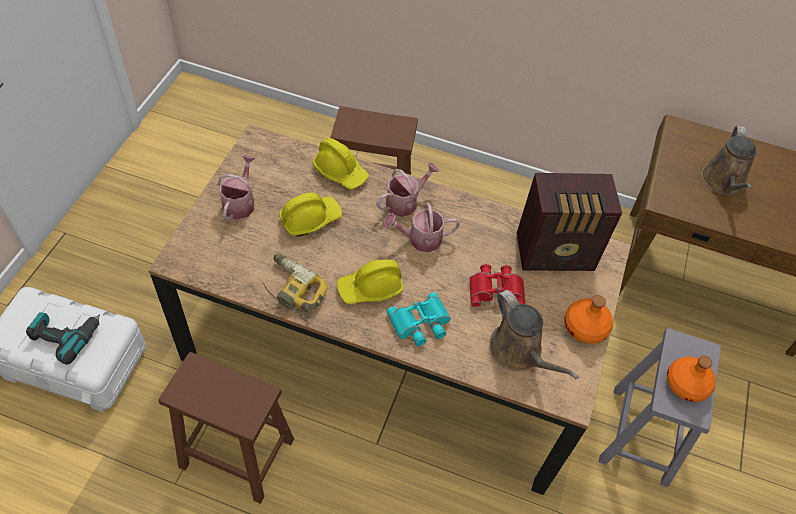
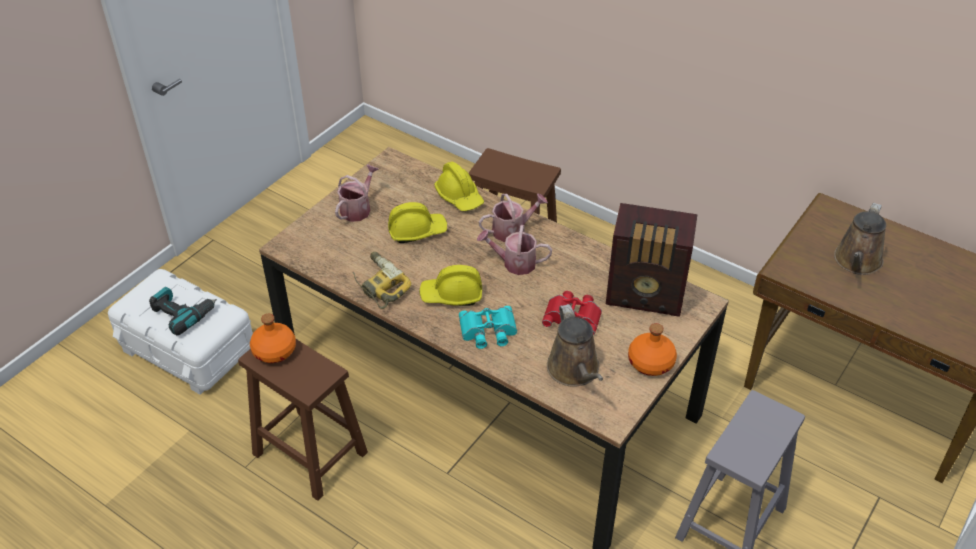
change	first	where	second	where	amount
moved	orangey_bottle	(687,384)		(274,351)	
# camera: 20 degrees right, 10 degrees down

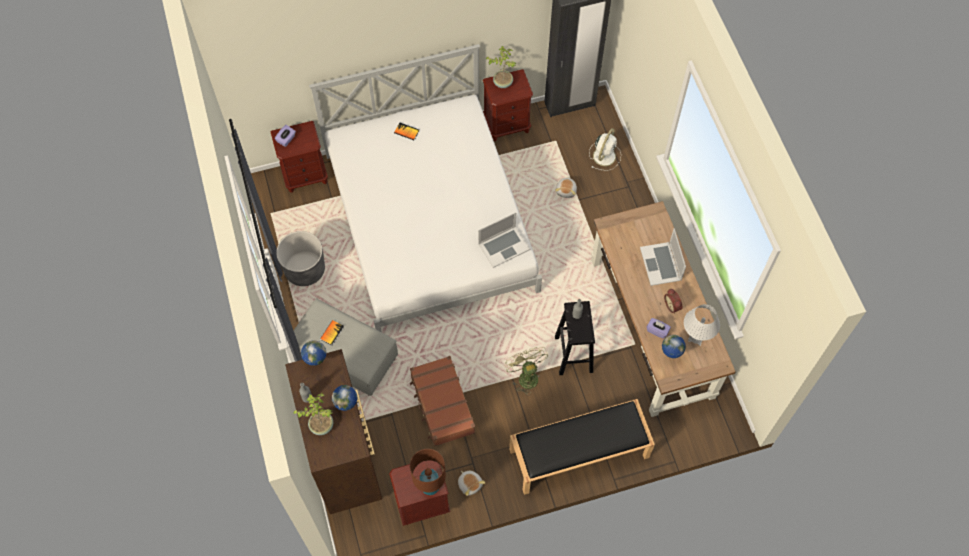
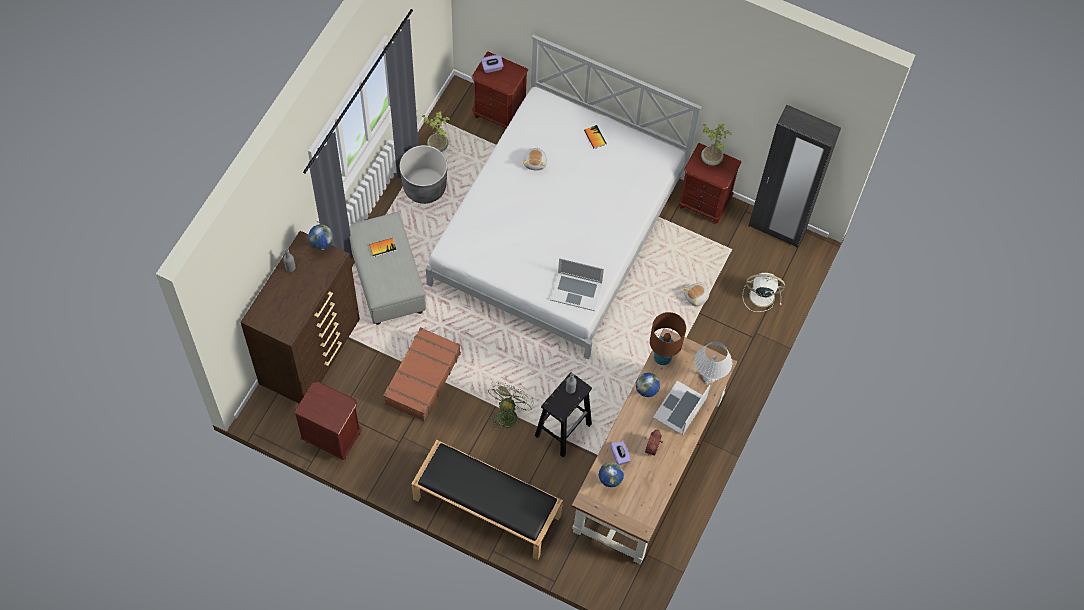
change	first	where	second	where	amount
moved	plant_in_a_pot	(321,425)		(438,146)	
moved	cuddly_toy	(470,484)		(535,162)	
moved	desk_globe	(347,406)		(646,394)	
moved	brown-coloured_table_lamp	(430,487)		(662,358)	
moved	white_table_lamp	(696,337)		(709,376)	
turned	white_cooling_fan	(604,155)		(760,295)	150 degrees counterclockwise
# camera: 40 degrees right, 0 degrees up

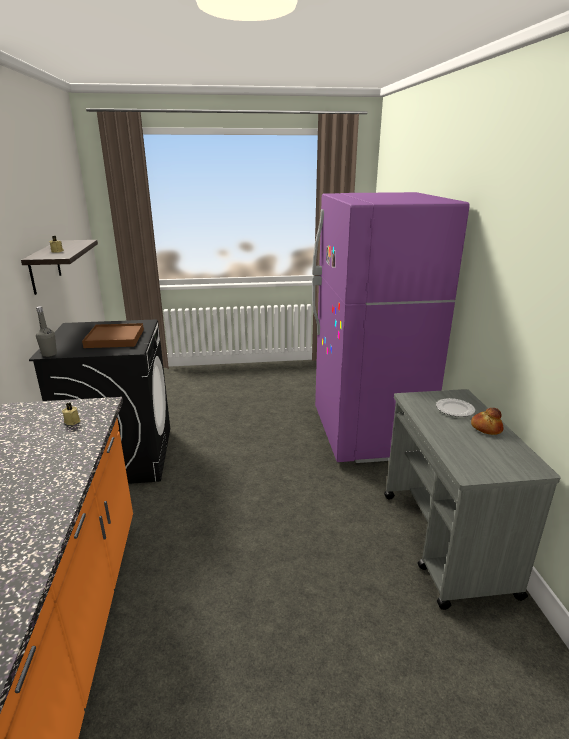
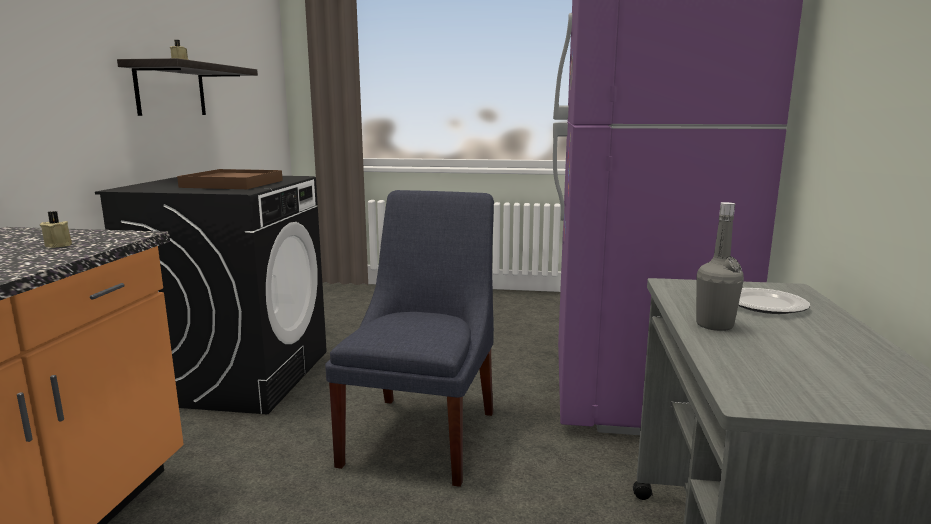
change	first	where	second	where	amount
added			blue_plain_chair	(424,433)	
moved	greyish_bottle	(49,354)		(714,325)	
removed	bread	(486,428)			
# camera: 15 degrees right, 10 degrees down

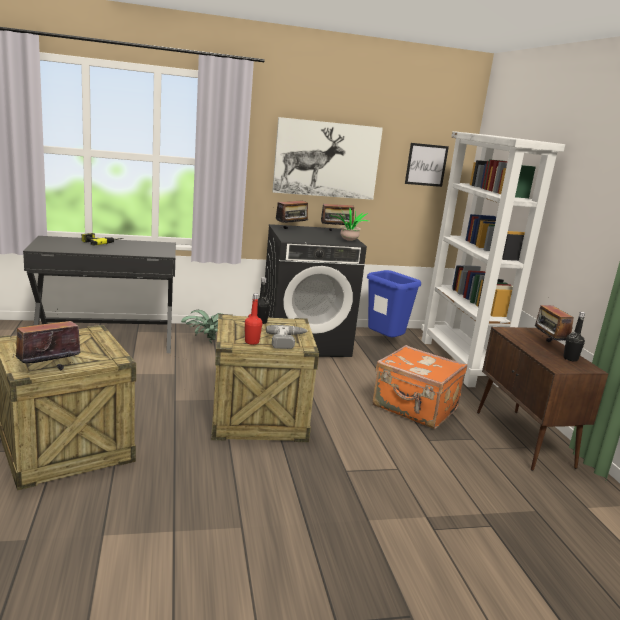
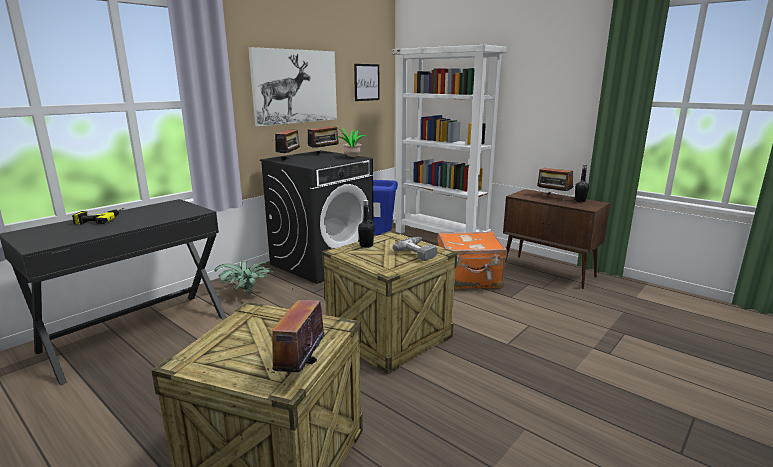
change	first	where	second	where	amount
removed	reddish_bottle	(252,342)			
# camera: 35 degrees left, 0 degrees up

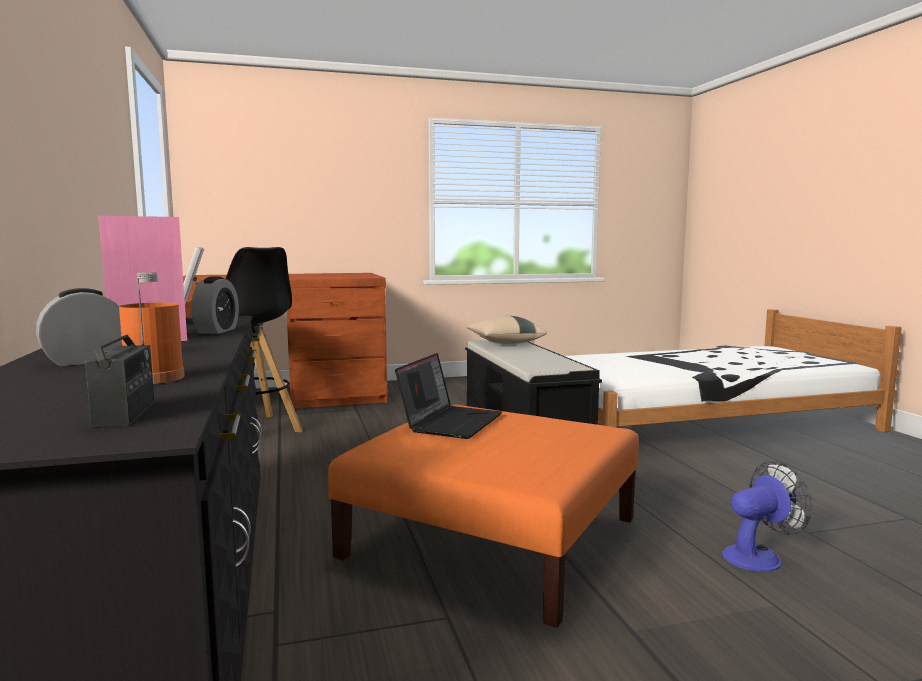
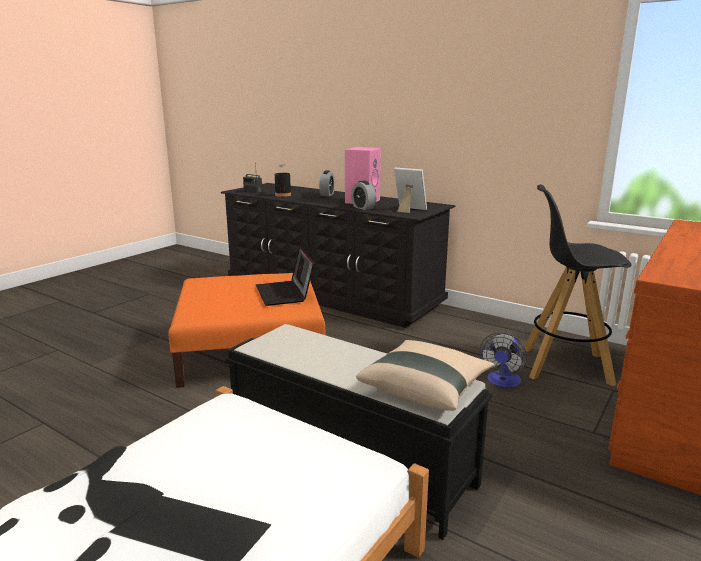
change	first	where	second	where	amount
recoloured	orangey_bottle	(154,378)	blackish_bottle	(283,195)	
moved	cooling_fan	(759,556)		(502,382)	
# camera: 140 degrees right, 10 degrees up

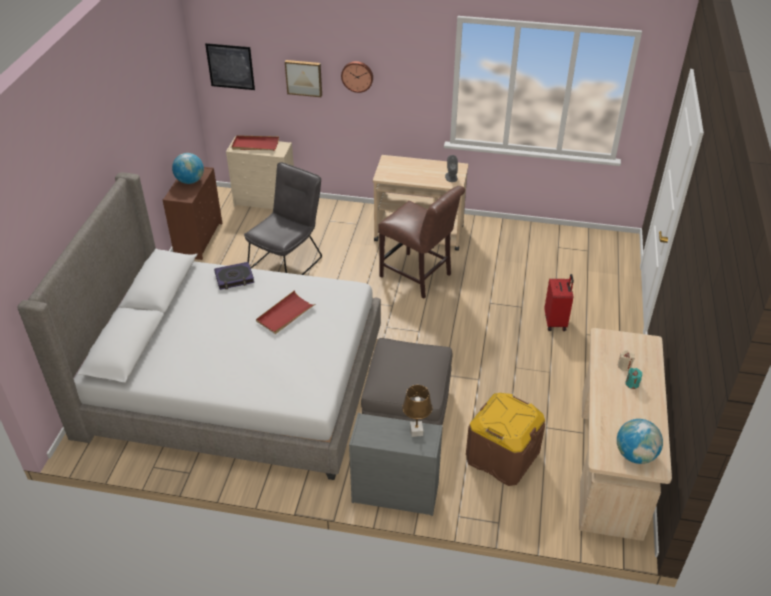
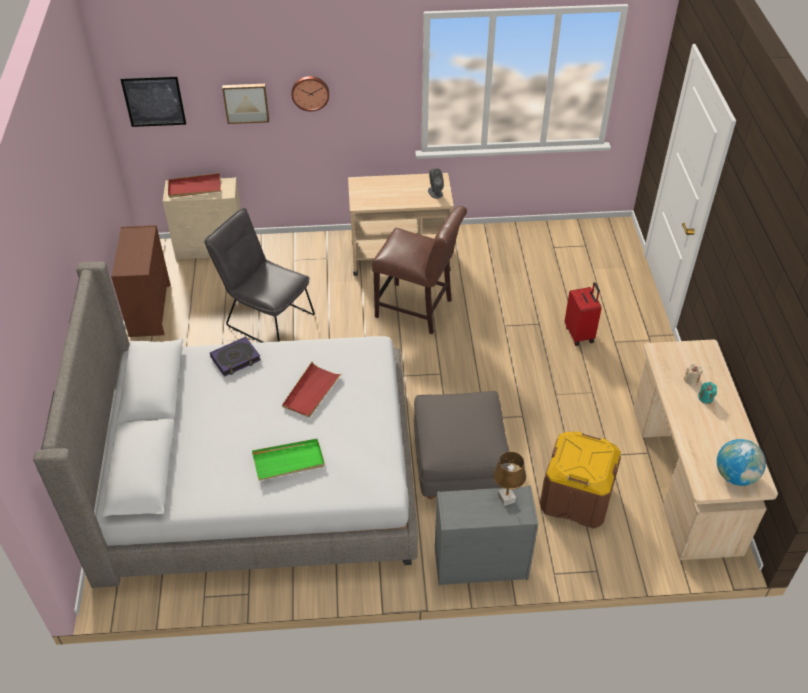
change	first	where	second	where	amount
turned	greyish_plain_chair	(288,261)		(265,318)	75 degrees counterclockwise
added			green_carrying_tray	(289,461)	
removed	desk_globe	(190,181)			
# camera: 15 degrees left, 5 degrees up

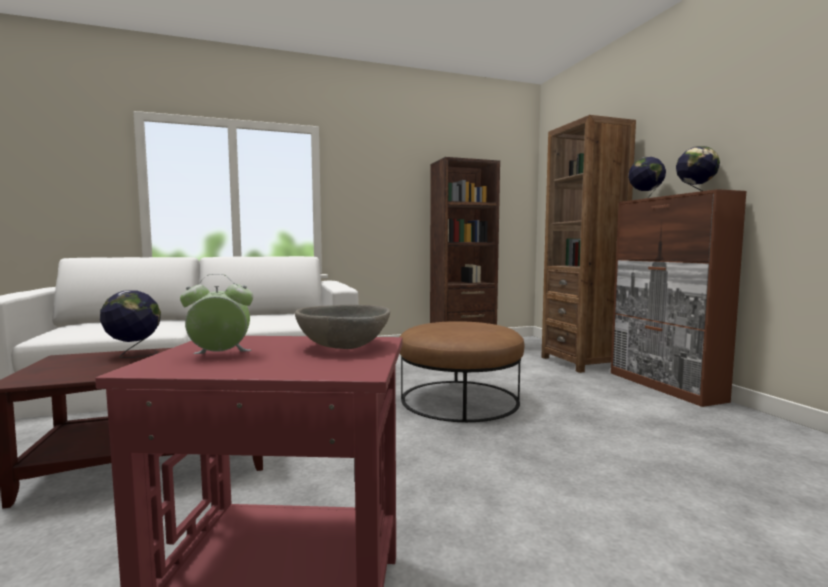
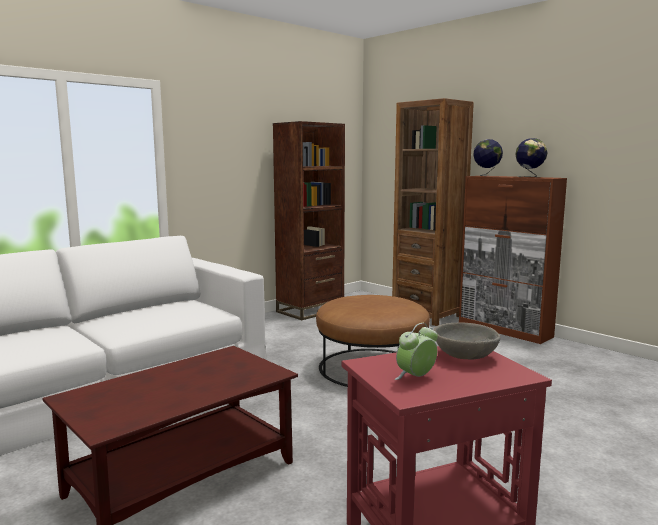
change	first	where	second	where	amount
removed	desk_globe	(133,355)			
# camera: 25 degrees left, 5 degrees up

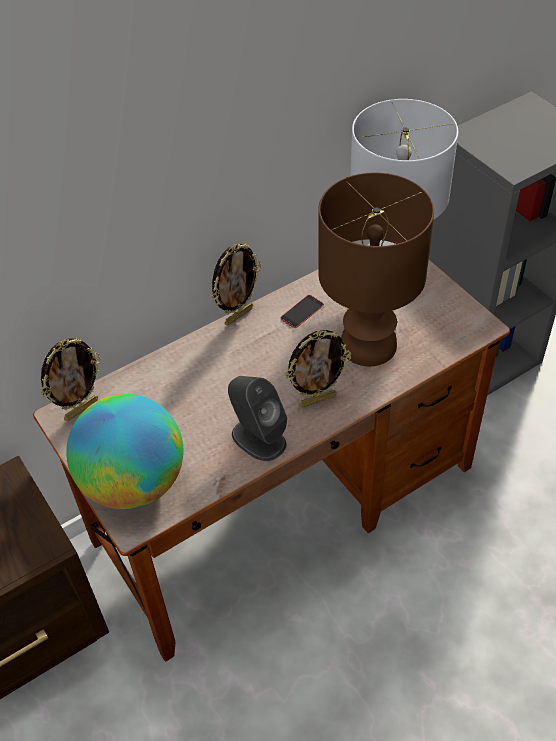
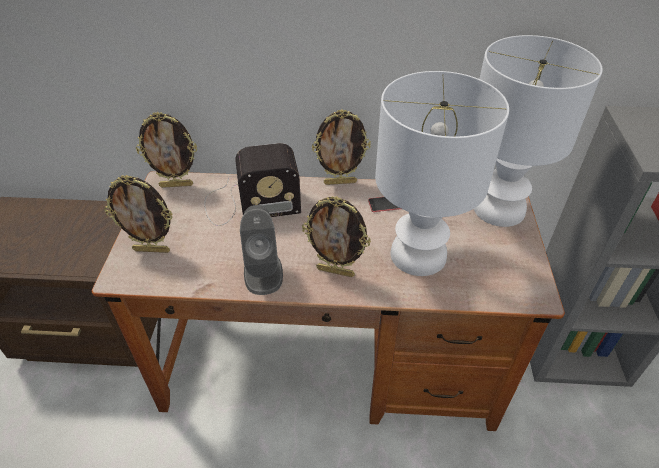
change	first	where	second	where	amount
replaced	desk_globe	(134,482)	picture_frame	(152,250)	
added			radio_receiver	(249,204)	
recoloured	brown-coloured_table_lamp	(367,344)	white_table_lamp	(417,254)	
# camera: 35 degrees right, 5 degrees down

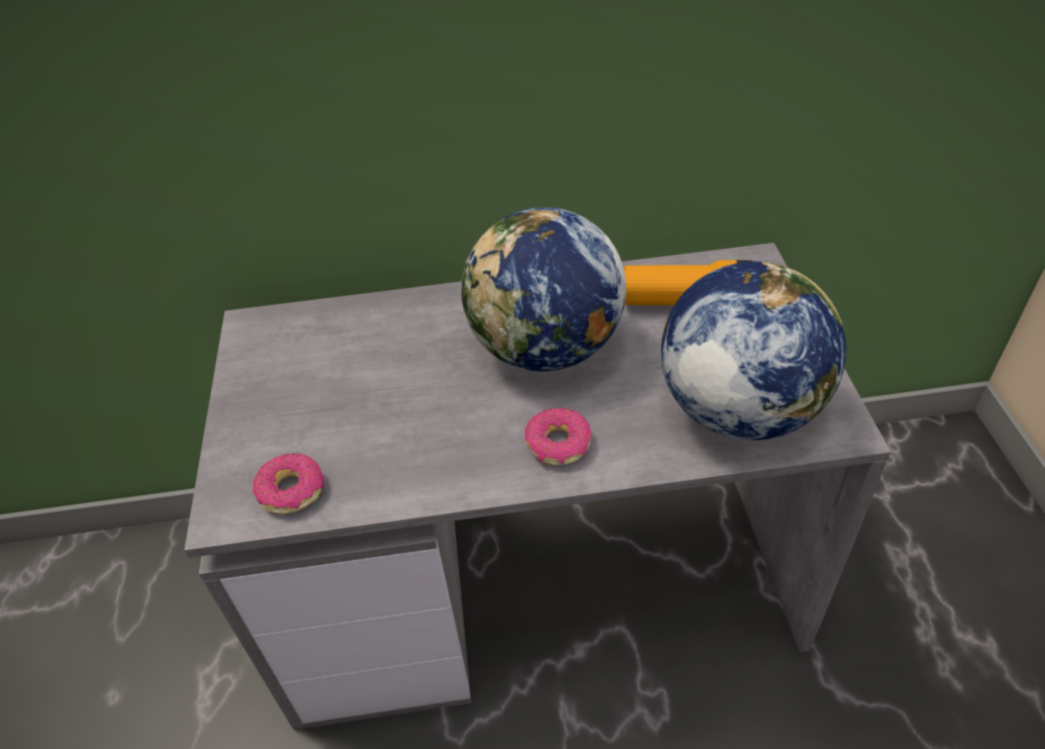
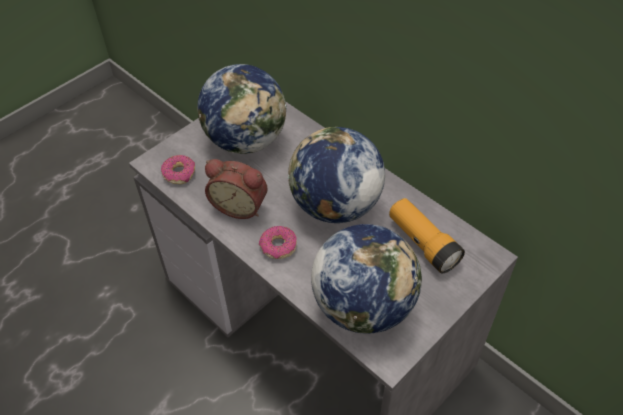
change	first	where	second	where	amount
added			desk_globe	(246,140)	
added			table_clock	(240,205)	
# camera: 50 degrees right, 5 degrees up

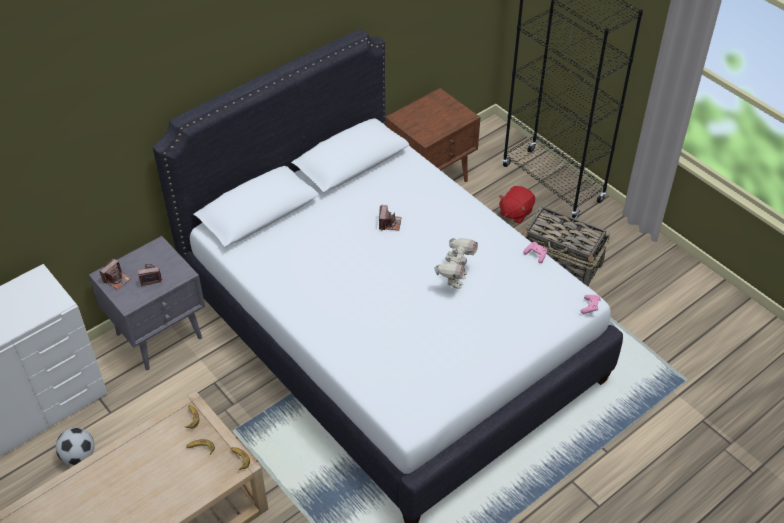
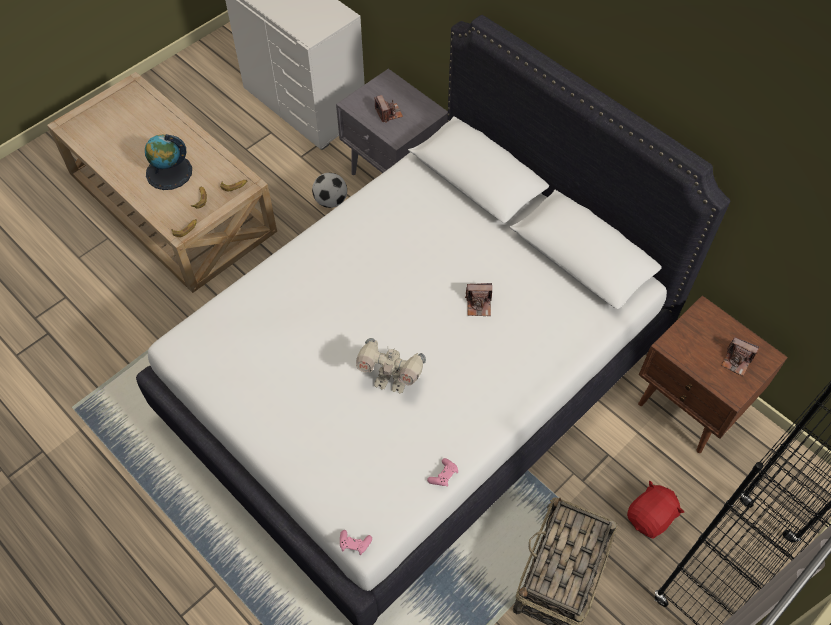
change	first	where	second	where	amount
added			desk_globe	(169,172)	
moved	football	(79,456)		(331,201)	
turned	reddish_cuddly_toy	(515,212)		(650,517)	105 degrees clockwise
moved	photo_camera	(117,279)		(736,361)	
# camera: 85 degrees right, 10 degrees up

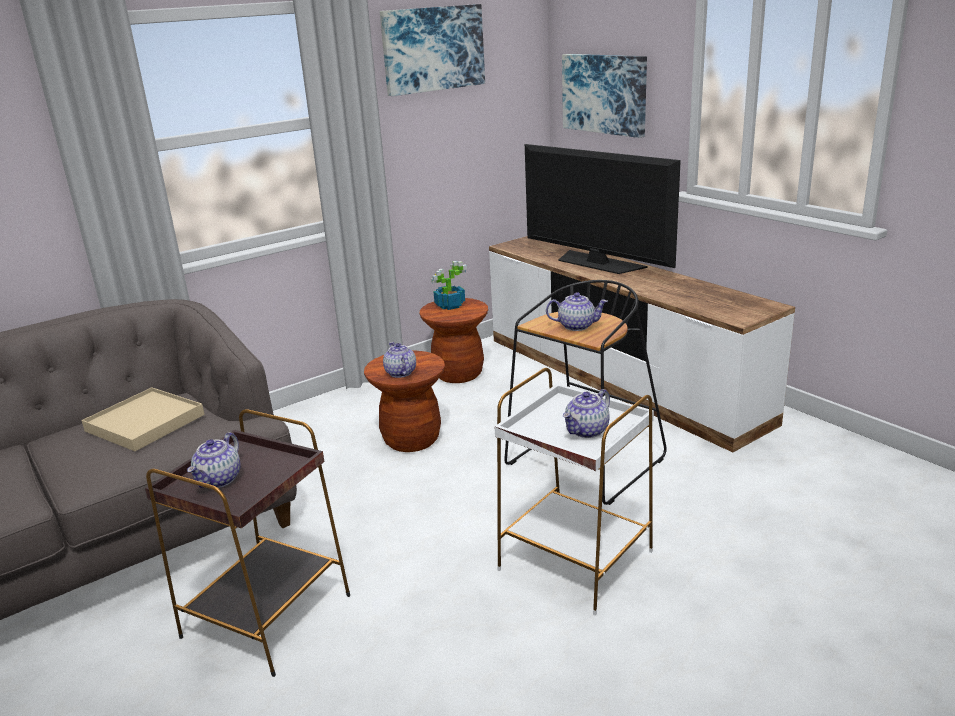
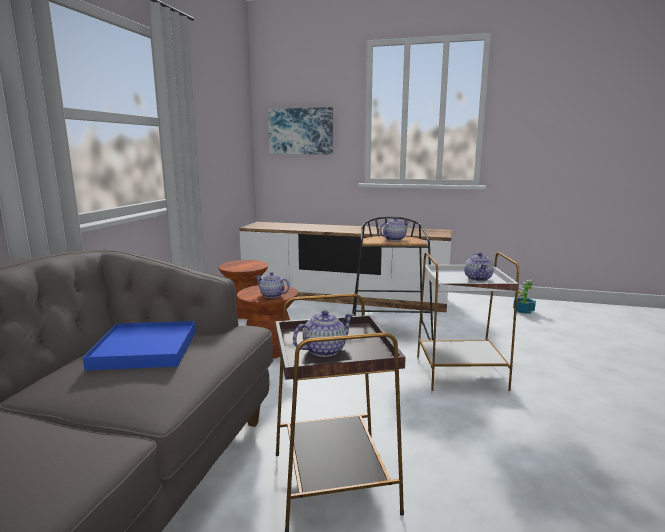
change	first	where	second	where	amount
recoloured	beige_carrying_tray	(145,423)	blue_carrying_tray	(145,349)	
turned	teapot	(219,480)		(324,350)	105 degrees counterclockwise
moved	plant_in_a_pot	(449,305)		(523,311)	
removed	picture	(432,49)			
removed	television	(597,263)			
# camera: 40 degrees left, 10 degrees down

